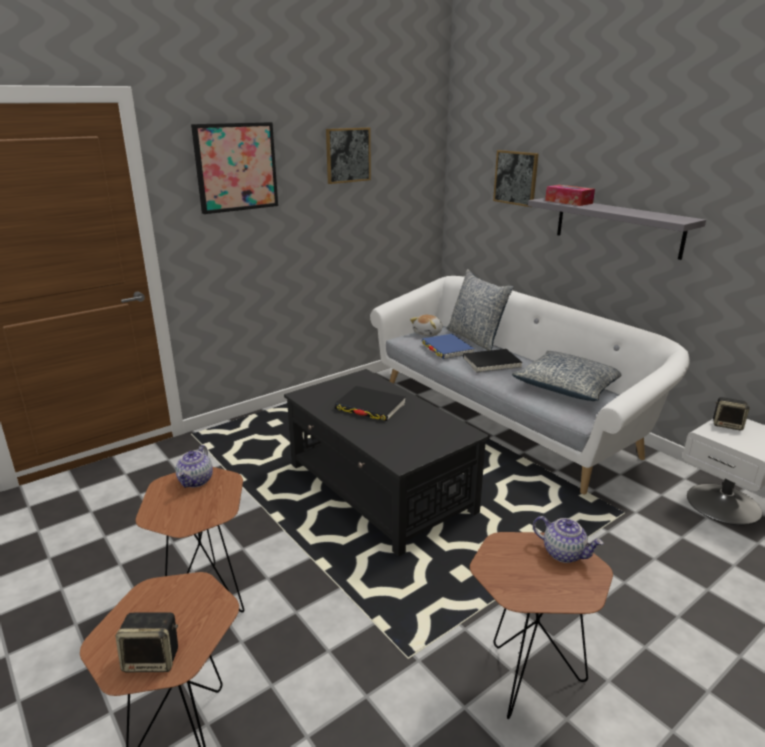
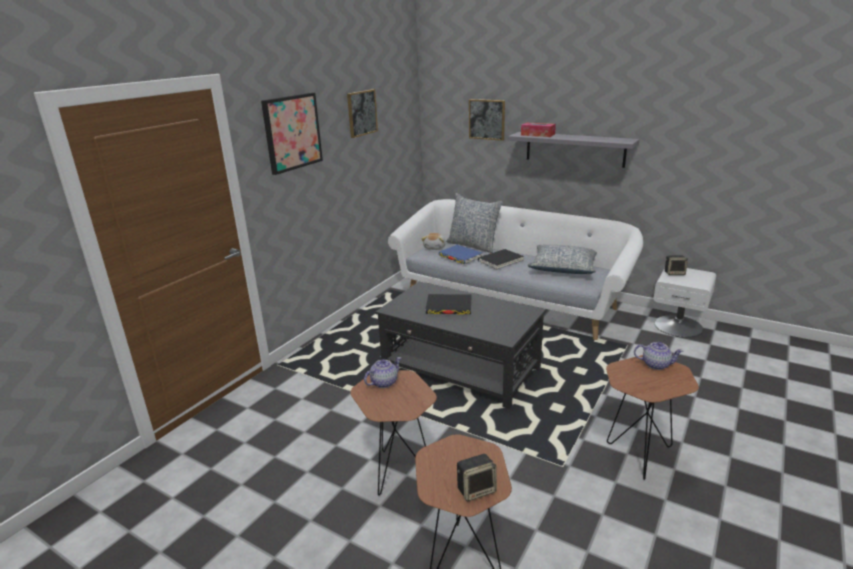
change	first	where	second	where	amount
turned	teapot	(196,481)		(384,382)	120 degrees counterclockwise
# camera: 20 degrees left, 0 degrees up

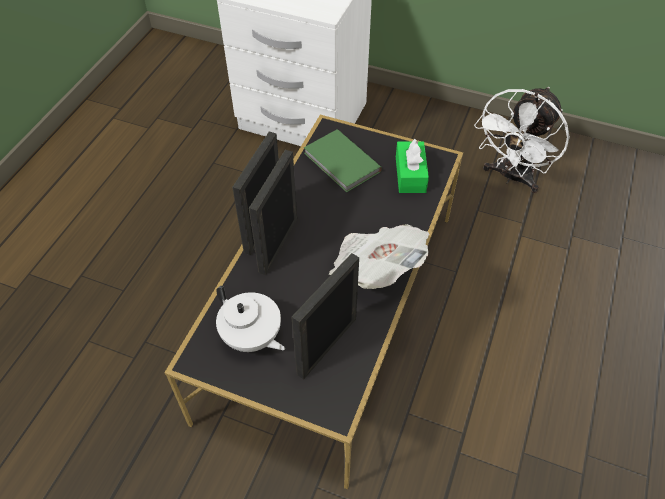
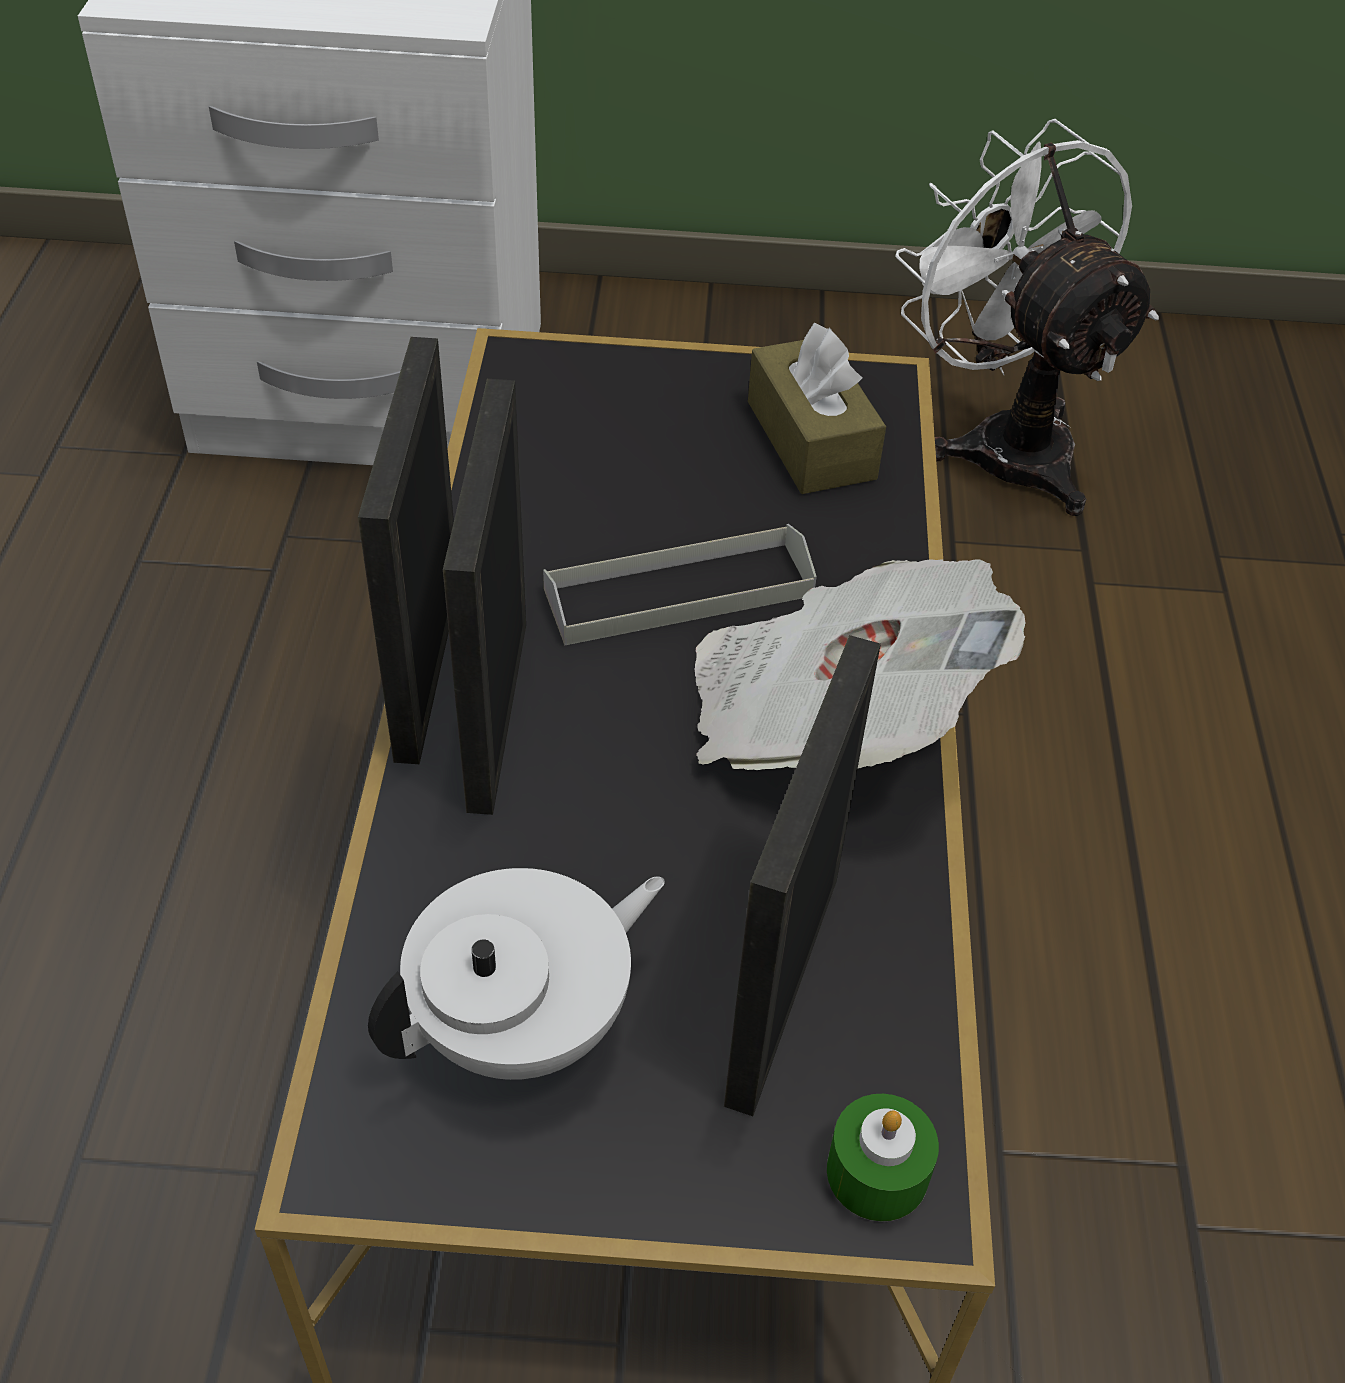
change	first	where	second	where	amount
turned	white_teapot	(252,337)		(525,1024)	60 degrees counterclockwise
added			greyish_carrying_tray	(679,592)	
recoloured	green_tissue_holder	(410,174)	brown-coloured_tissue_holder	(811,440)	
added			green_wax_light	(877,1172)	
turned	white_cooling_fan	(511,177)		(1002,442)	135 degrees clockwise
removed	green_bound_book	(341,163)			
# camera: 20 degrees left, 5 degrees down

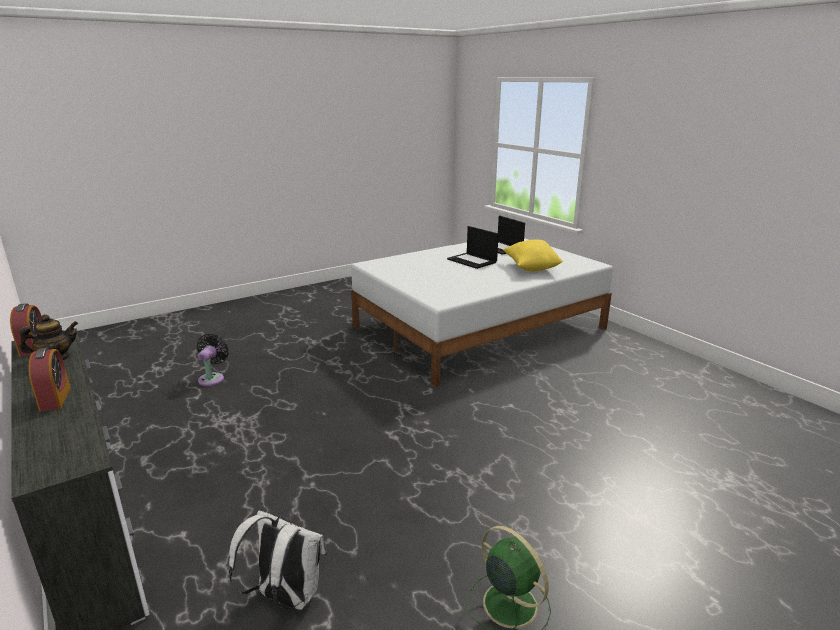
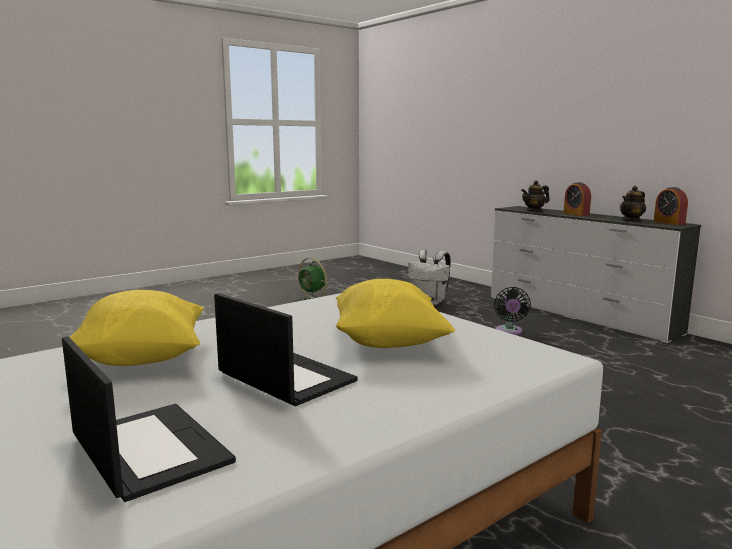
change	first	where	second	where	amount
added			yellow-coloured_throw_pillow	(388,342)	
moved	blackish_cooling_fan	(212,378)		(509,331)	
added			teapot	(534,211)	
# camera: 175 degrees right, 10 degrees down

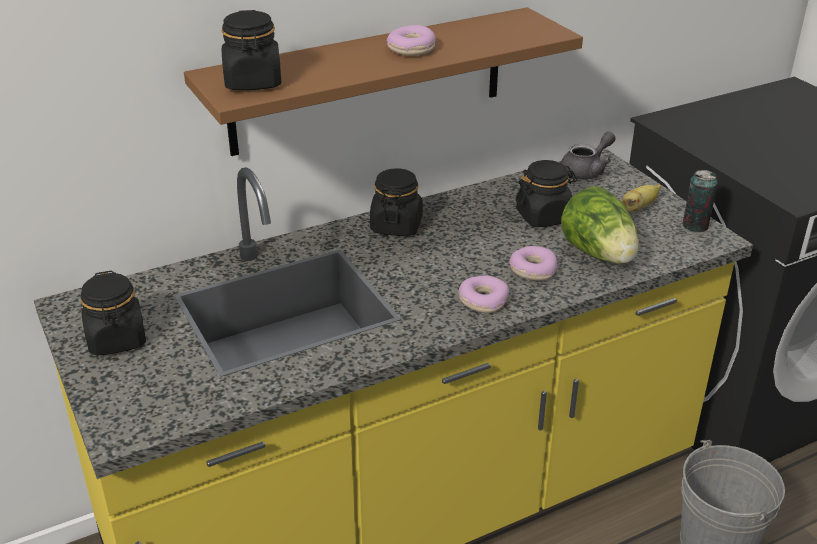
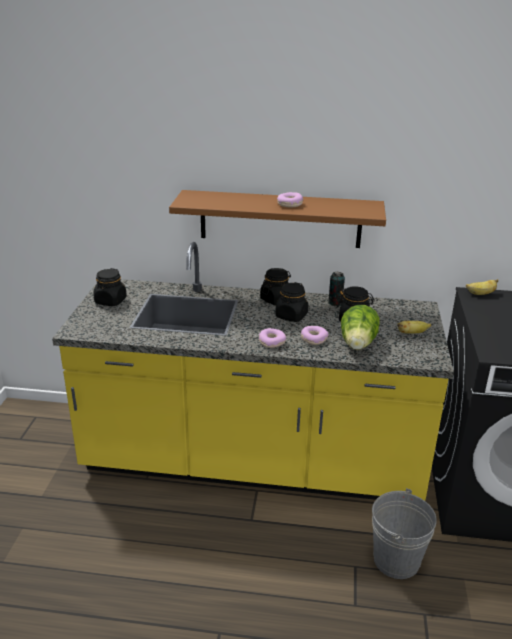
change	first	where	second	where	amount
moved	blackish_jar	(253,82)		(291,316)	
moved	can	(695,226)		(335,303)	
added			banana_fruit	(481,294)	
removed	greyish_teapot	(586,171)			
# camera: 35 degrees right, 5 degrees down

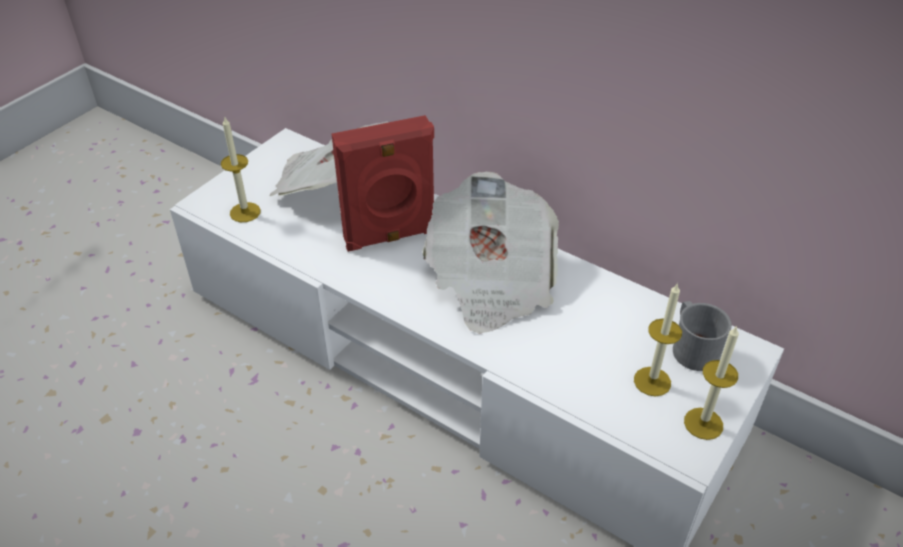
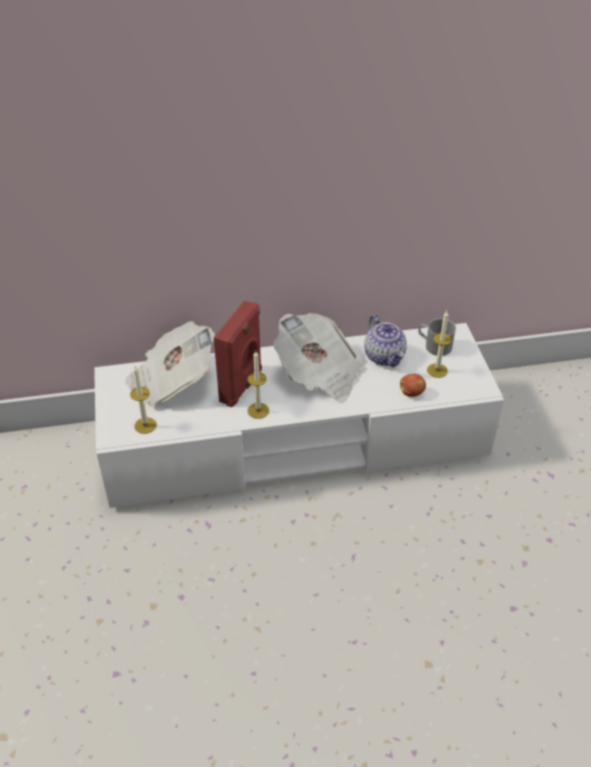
change	first	where	second	where	amount
moved	wax_light	(703,423)		(258,410)	
added			teapot	(385,356)	
added			apple	(412,393)	
# camera: 45 degrees left, 0 degrees up

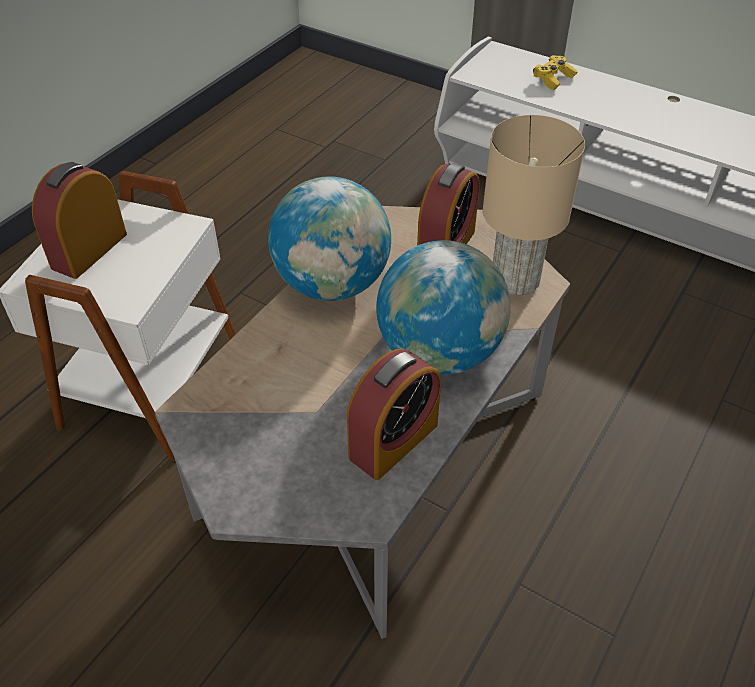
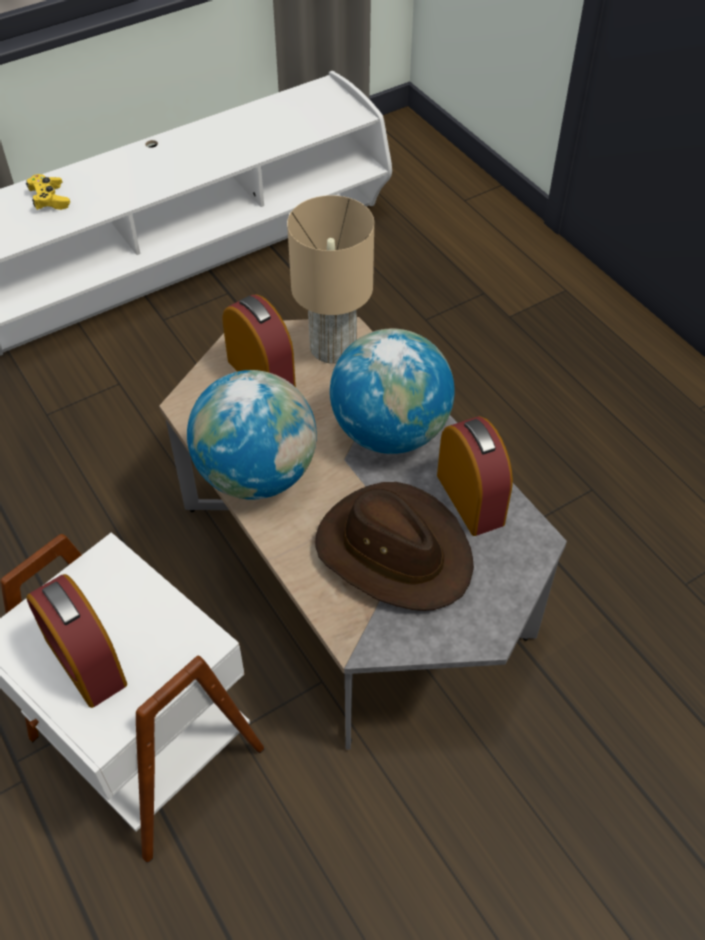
change	first	where	second	where	amount
added			brown-coloured_hat	(394,551)	
# camera: 65 degrees left, 5 degrees up

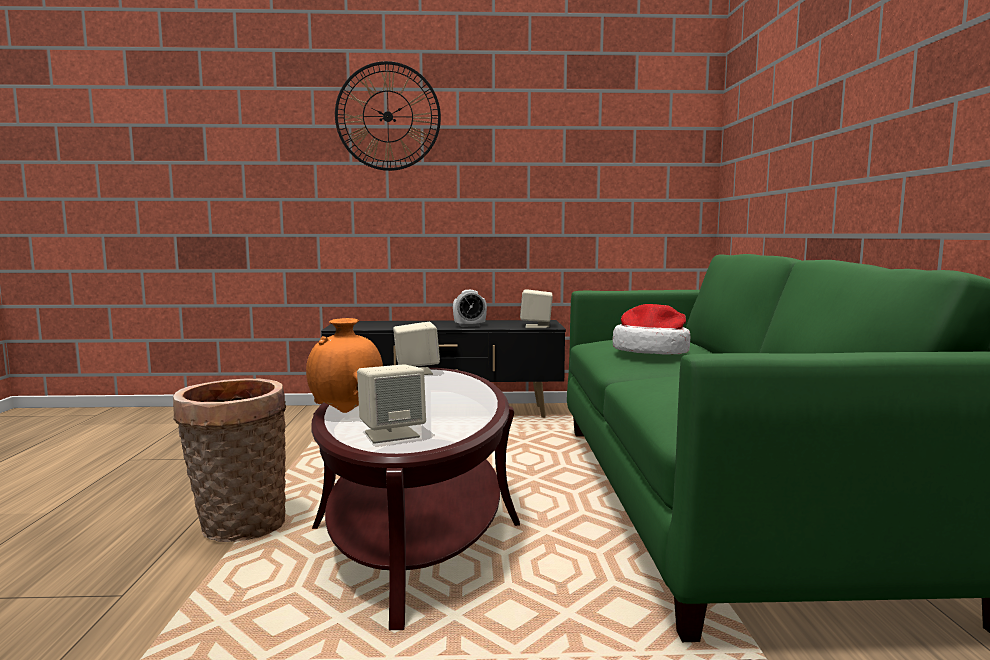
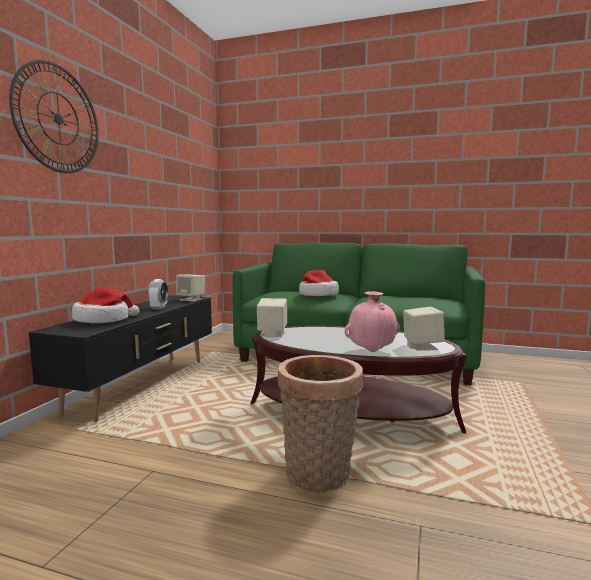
change	first	where	second	where	amount
added			hat	(103,320)	
recoloured	orangey_decorative_vase	(346,412)	pink-coloured_decorative_vase	(372,351)	
# camera: 70 degrees left, 0 degrees up

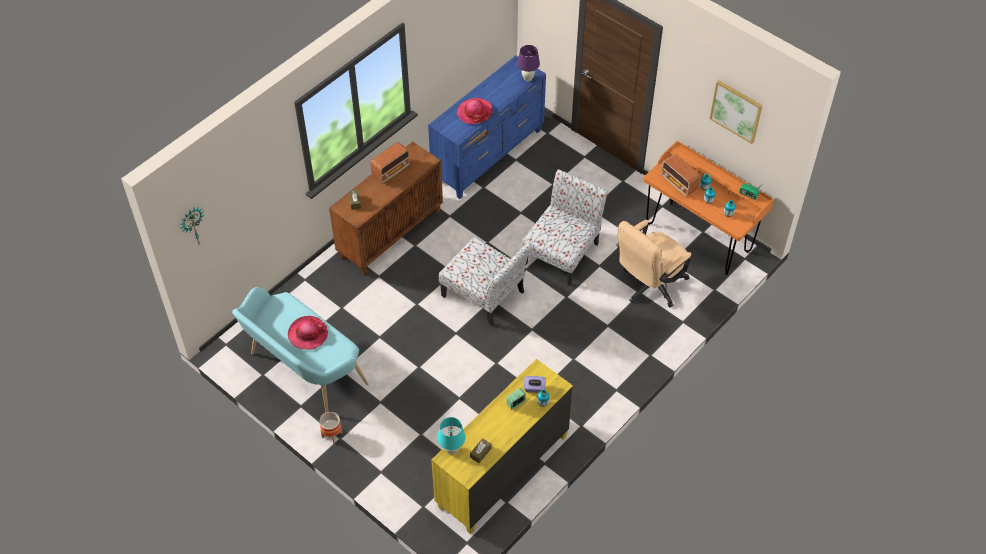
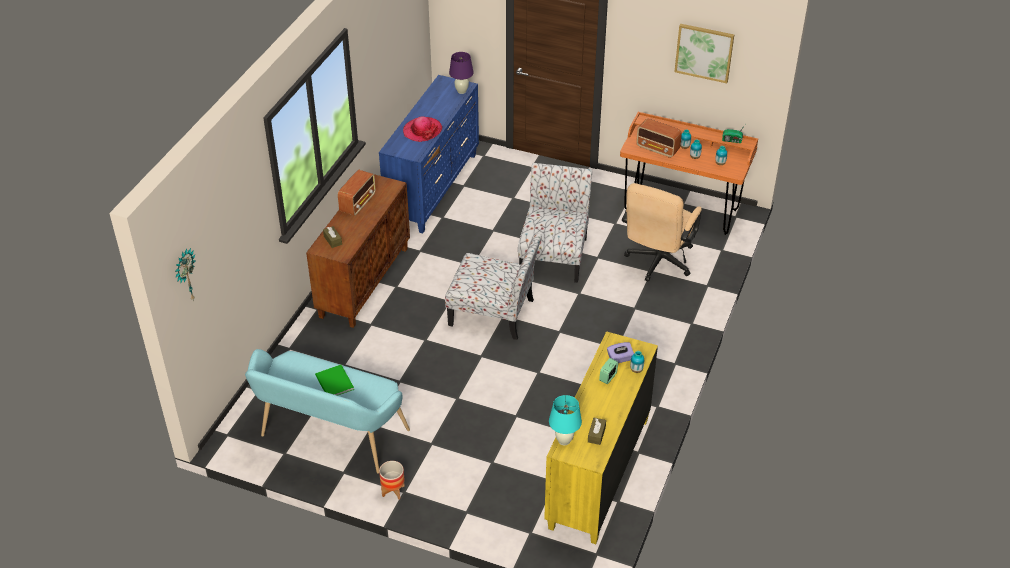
change	first	where	second	where	amount
replaced	hat	(308,334)	green_bound_book	(334,383)	
# camera: 20 degrees left, 10 degrees down

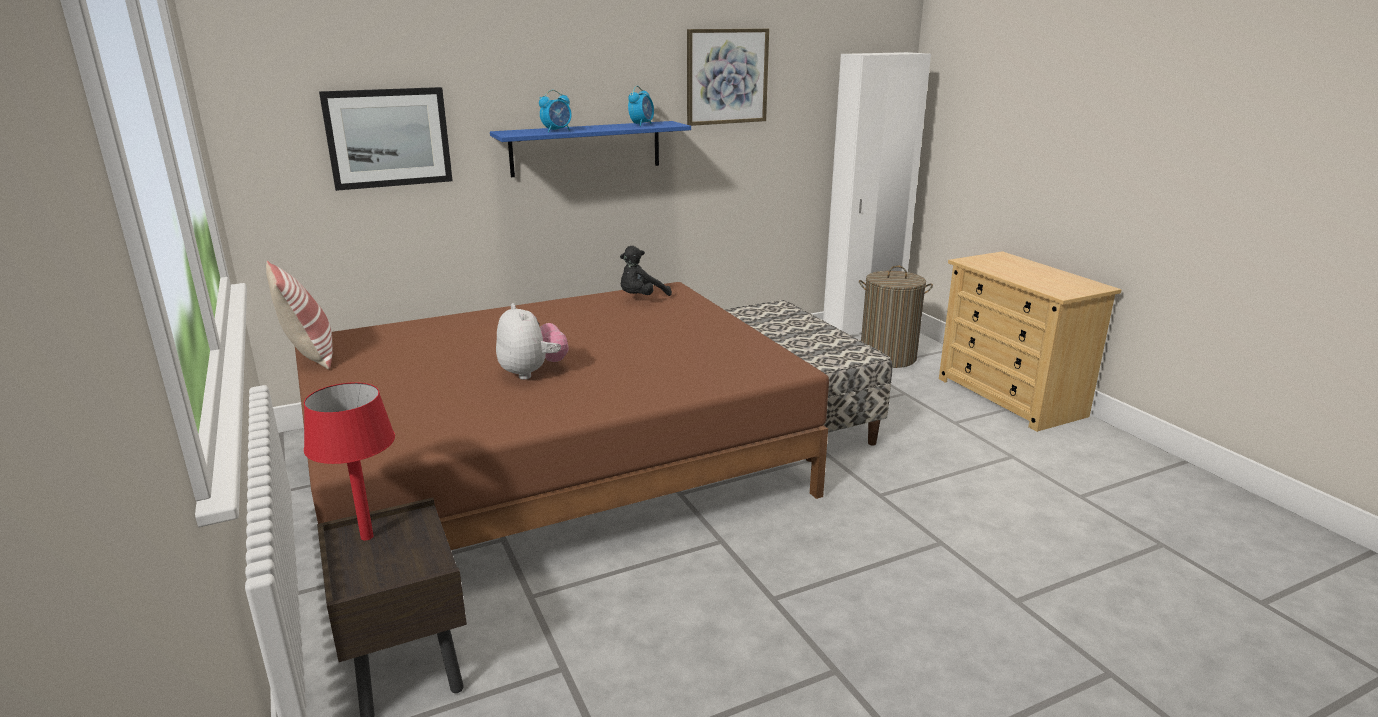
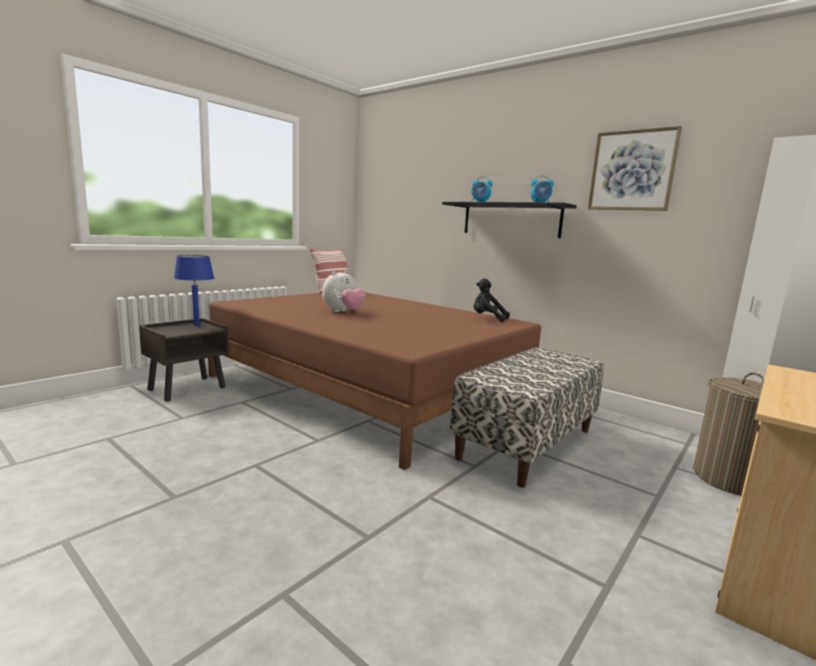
change	first	where	second	where	amount
recoloured	reddish_table_lamp	(366,537)	blue_table_lamp	(196,325)	
recoloured	blue_wall_shelf	(586,148)	blackish_wall_shelf	(511,220)	
removed	picture	(388,138)			
# camera: 65 degrees right, 10 degrees down

